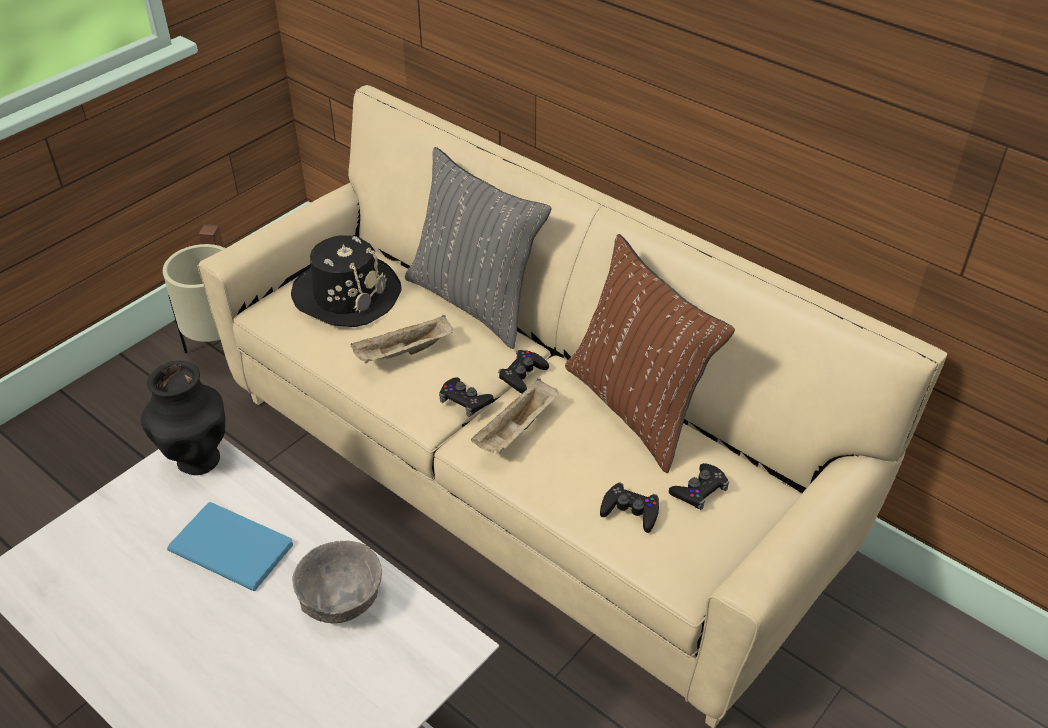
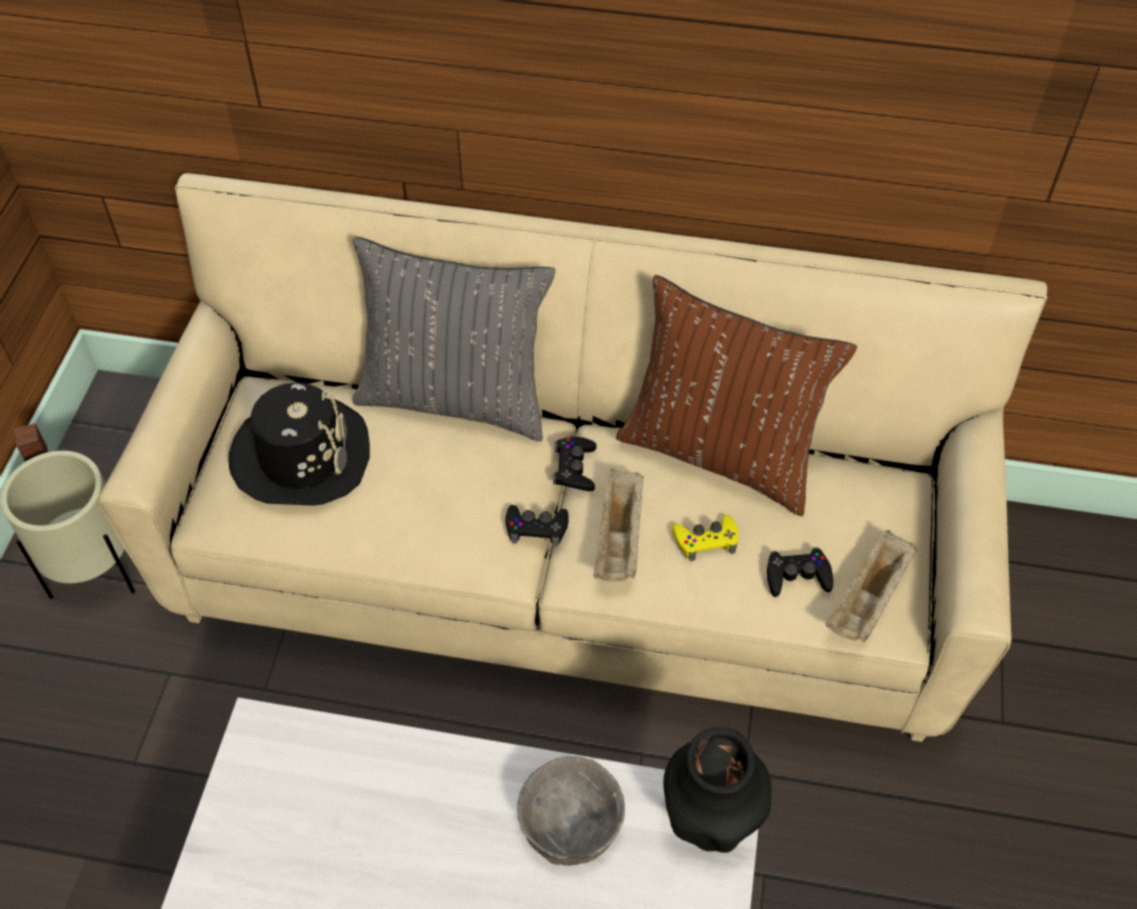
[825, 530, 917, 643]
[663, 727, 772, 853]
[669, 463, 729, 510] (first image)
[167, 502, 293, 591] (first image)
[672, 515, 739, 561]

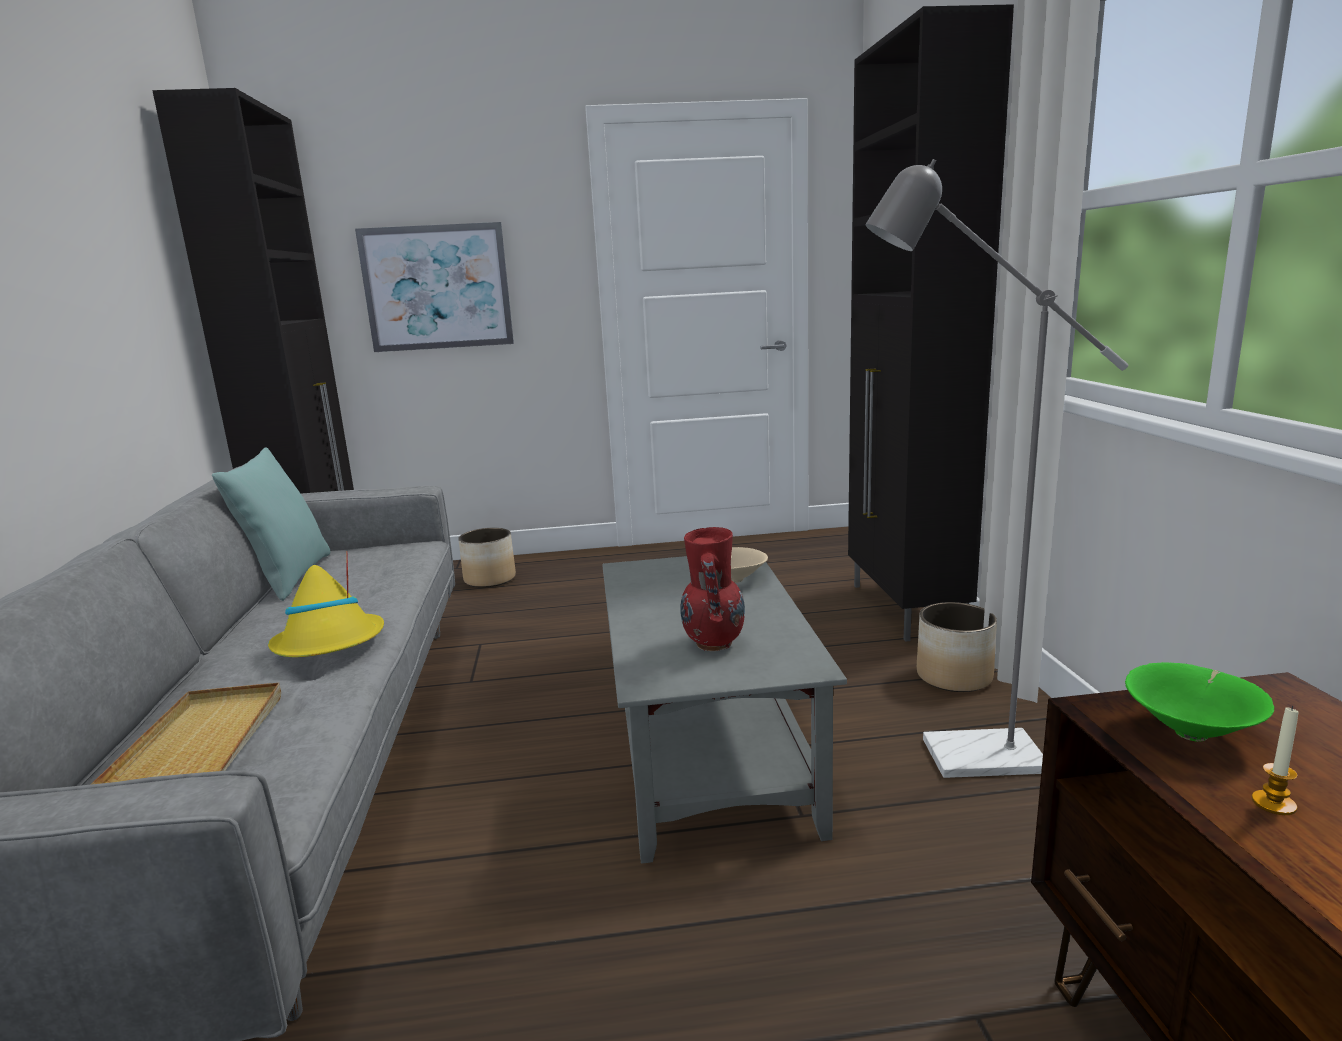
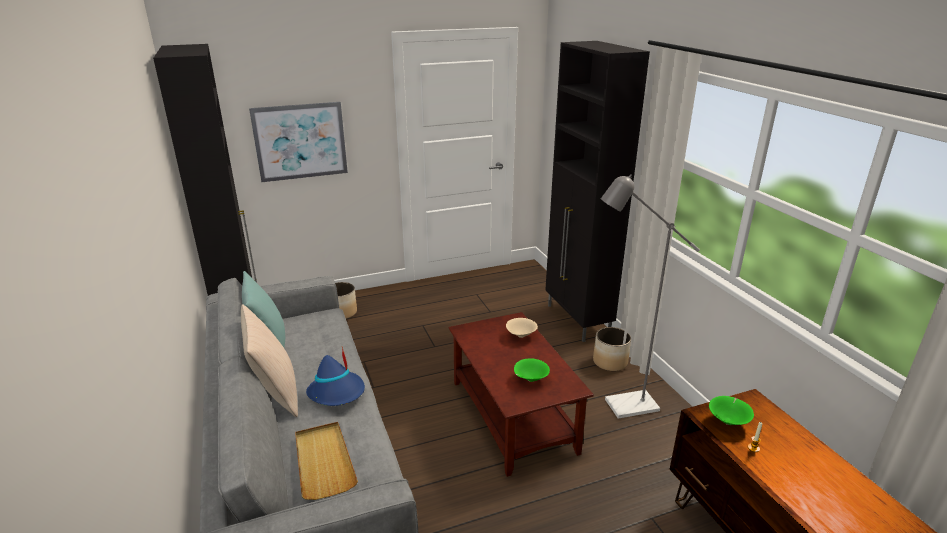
[514, 358, 550, 382]
[306, 347, 365, 406]
[449, 312, 594, 477]
[241, 304, 298, 417]

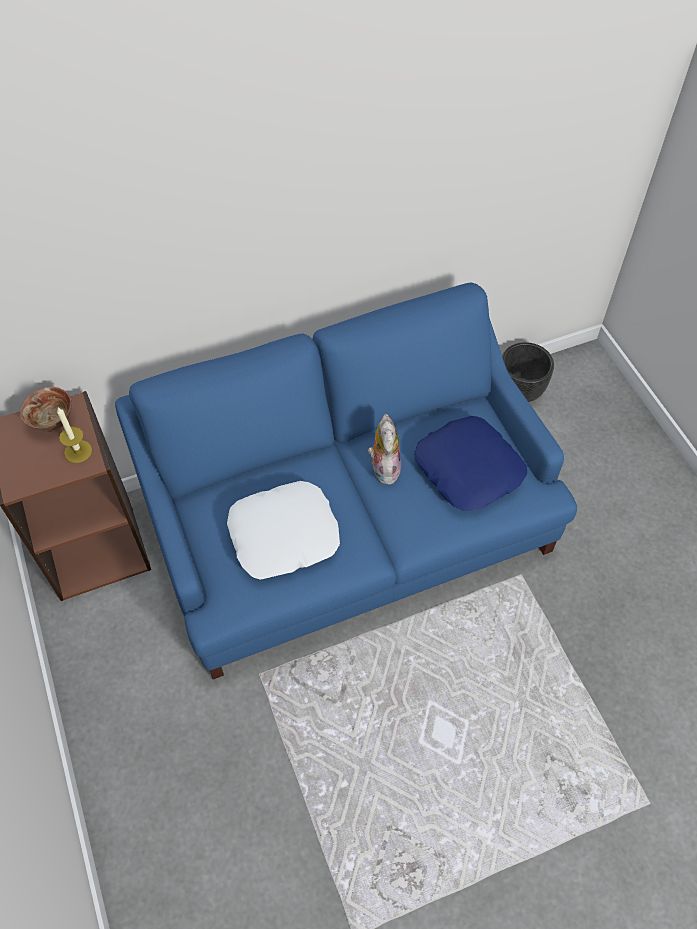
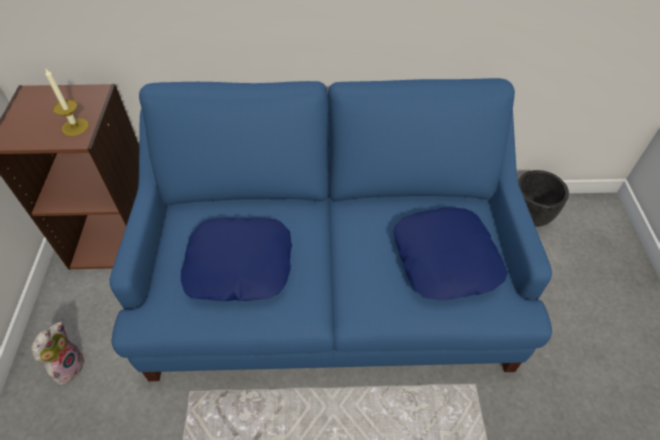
[20, 387, 72, 432] (first image)
[31, 322, 86, 386]
[181, 217, 292, 301]

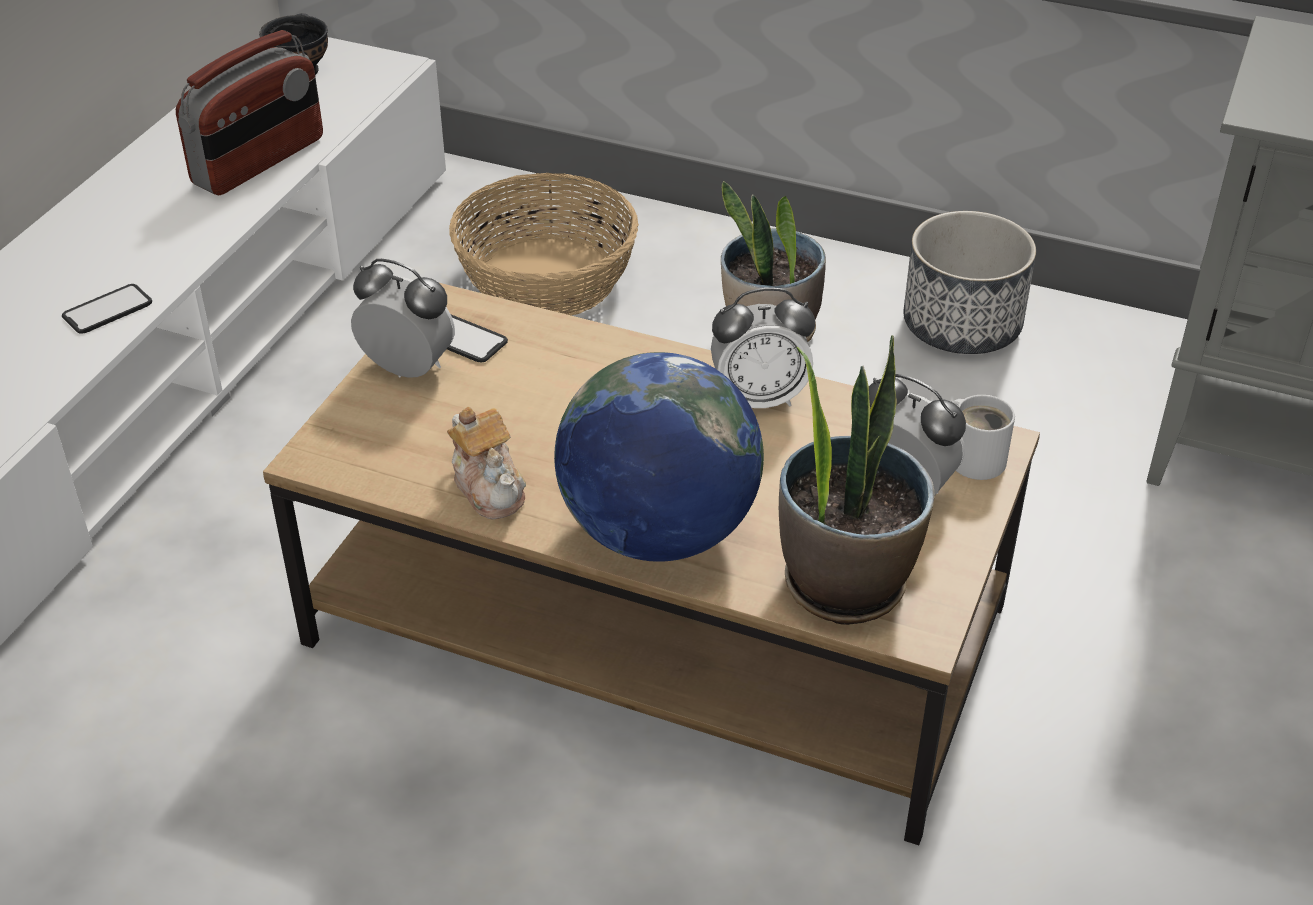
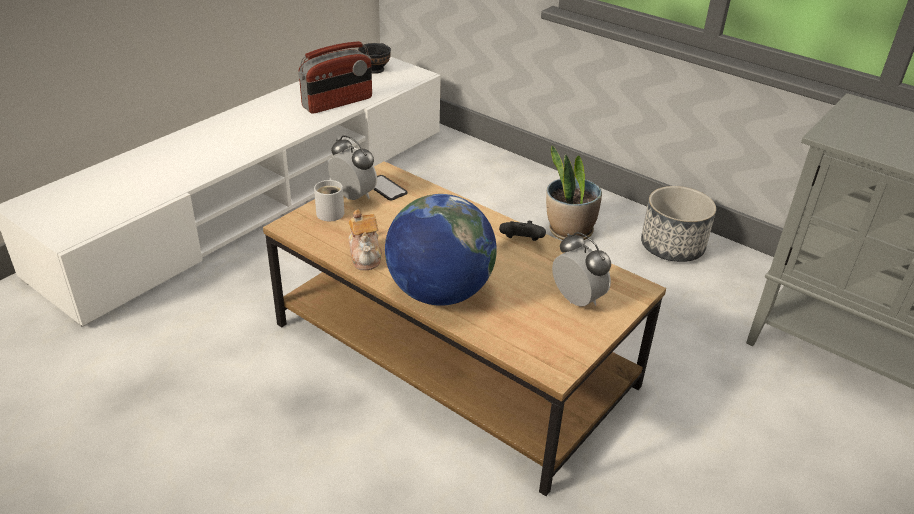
[449, 173, 639, 316] (first image)
[62, 284, 152, 334] (first image)
[499, 221, 546, 241]
[779, 335, 935, 625] (first image)
[314, 180, 344, 221]

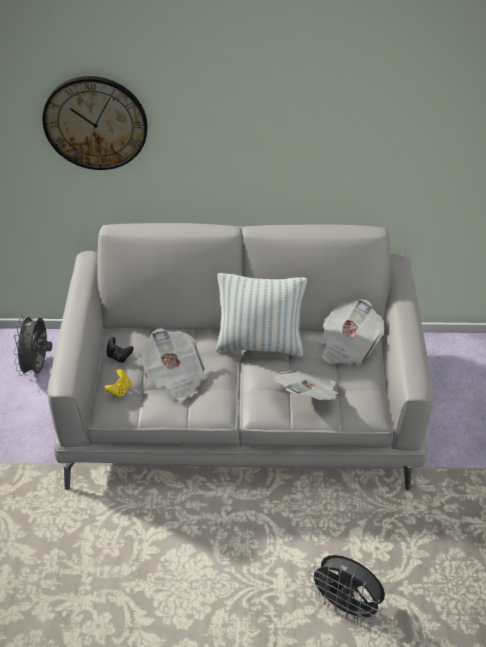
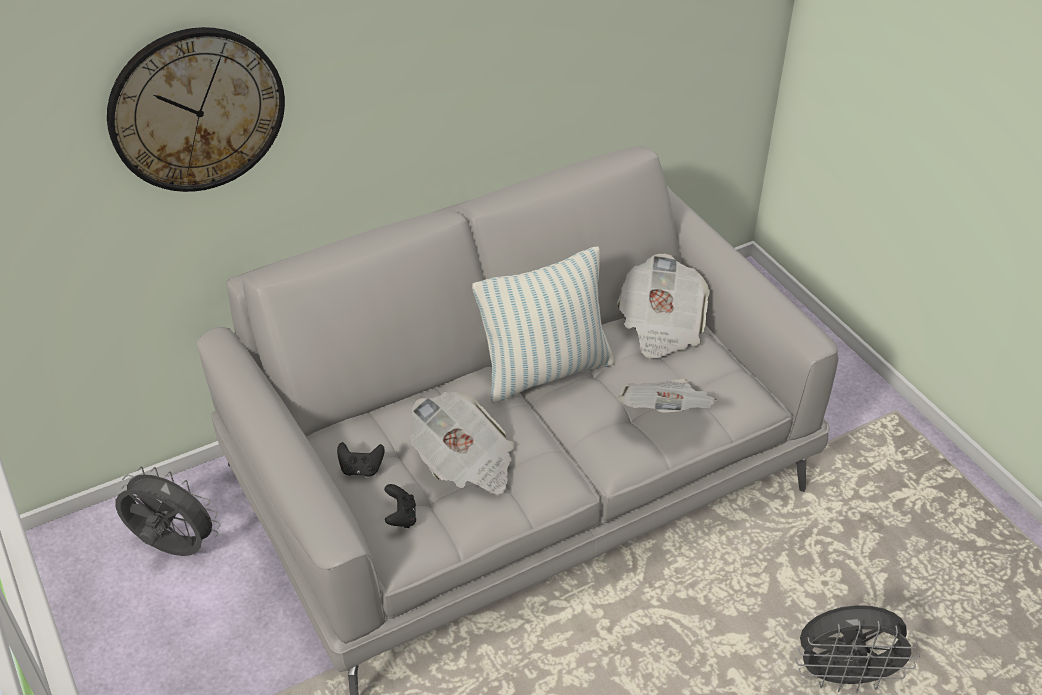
[115, 466, 221, 556]
[384, 484, 416, 528]

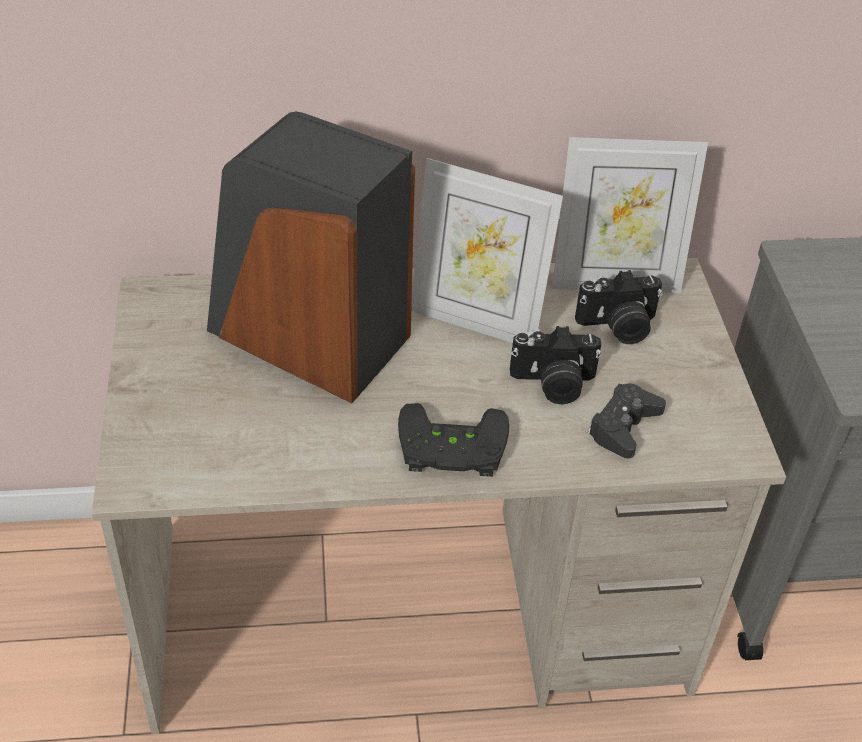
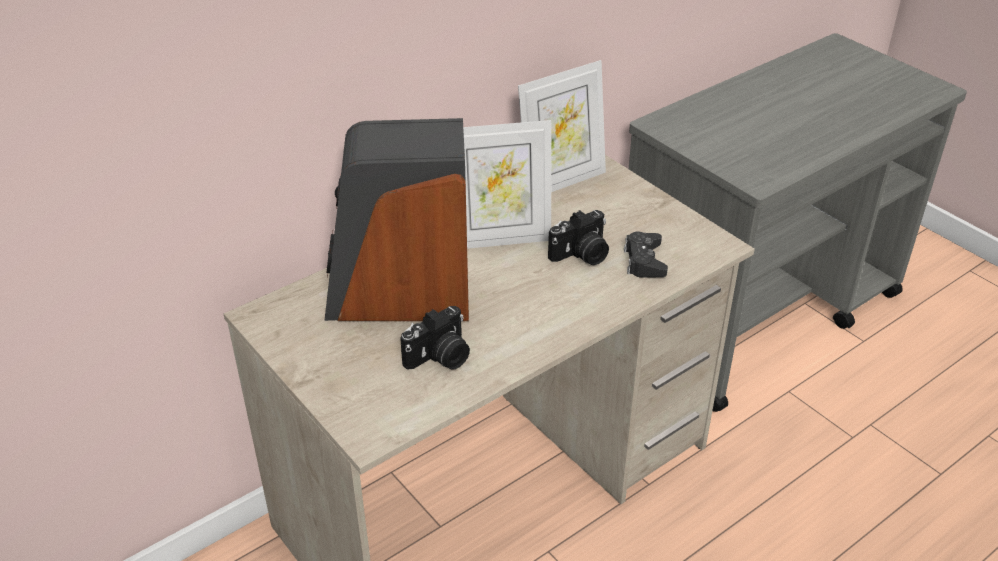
[400, 306, 470, 370]
[398, 403, 509, 477] (first image)

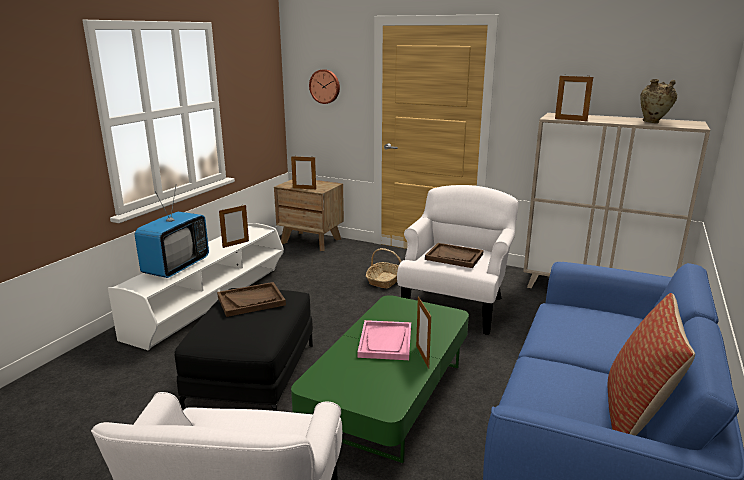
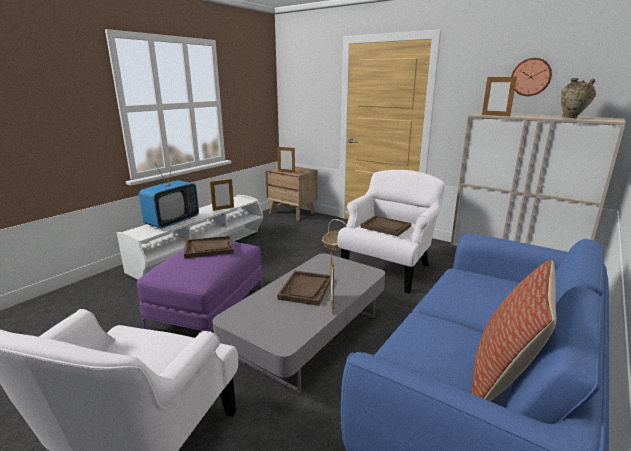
[511, 58, 552, 96]
[137, 242, 263, 332]
[213, 253, 385, 393]
[277, 271, 330, 306]

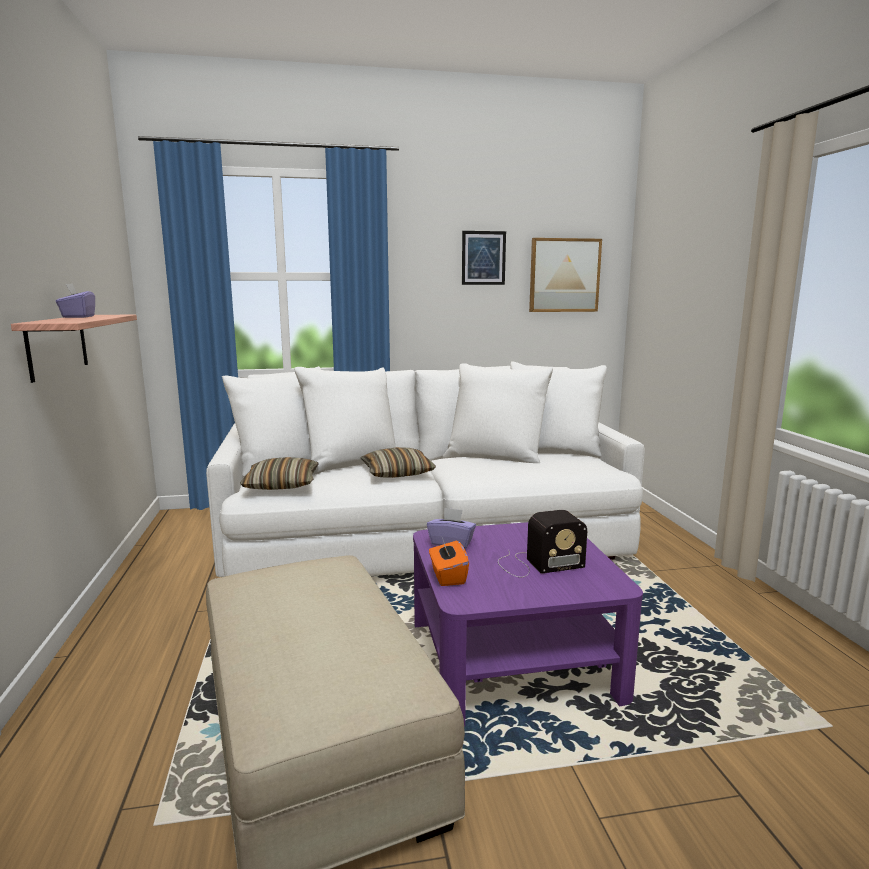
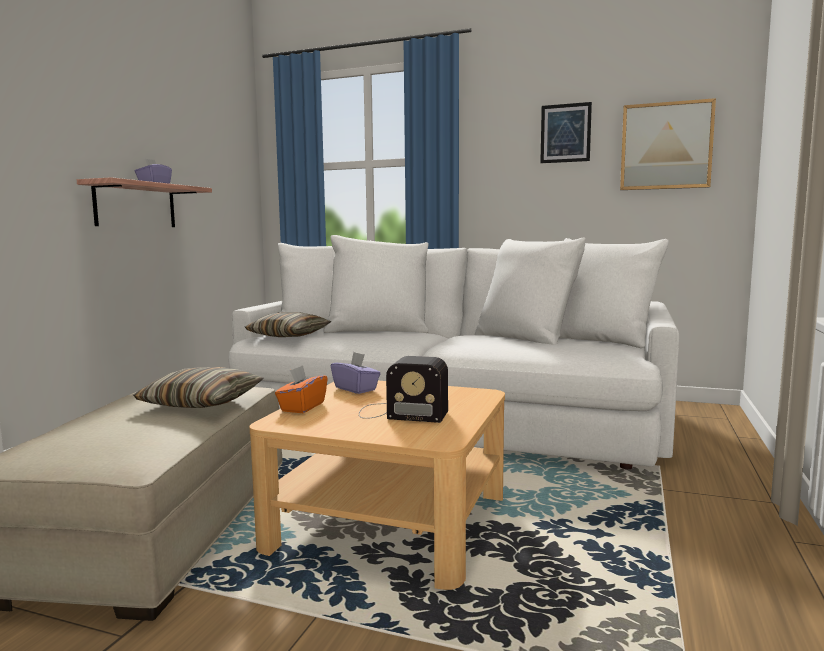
[132, 367, 264, 408]
[249, 381, 505, 590]

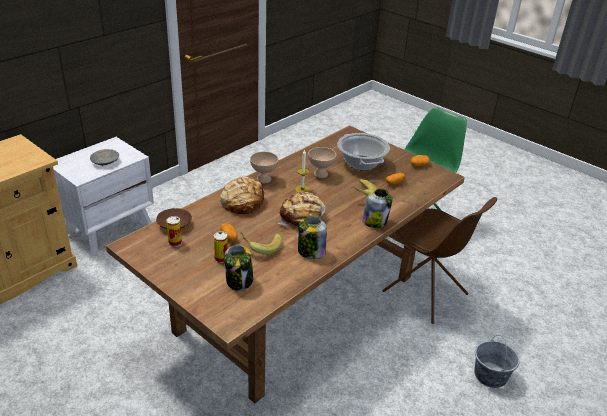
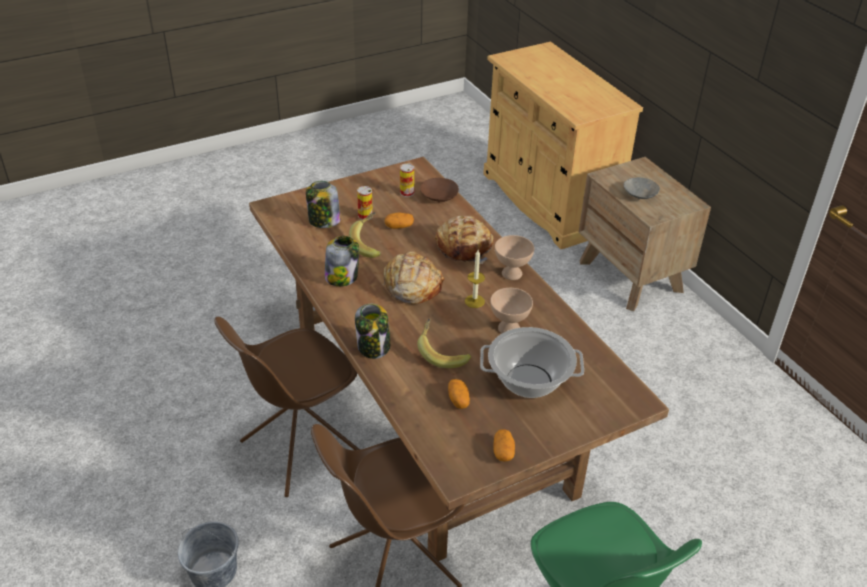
[579, 157, 711, 311]
[215, 317, 360, 497]

